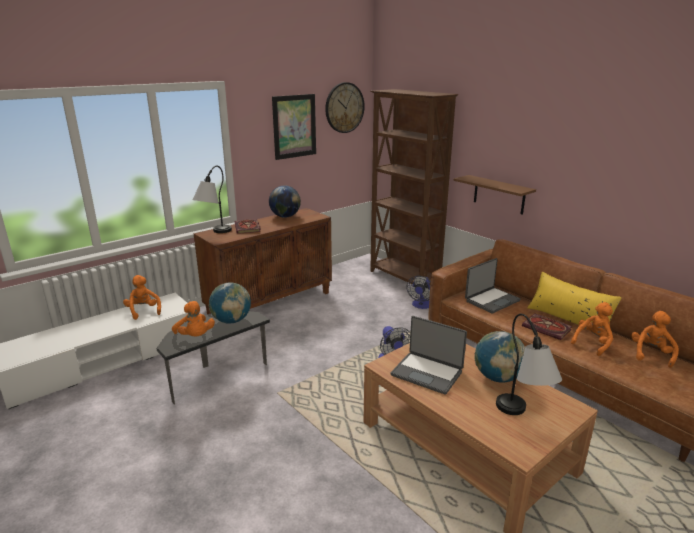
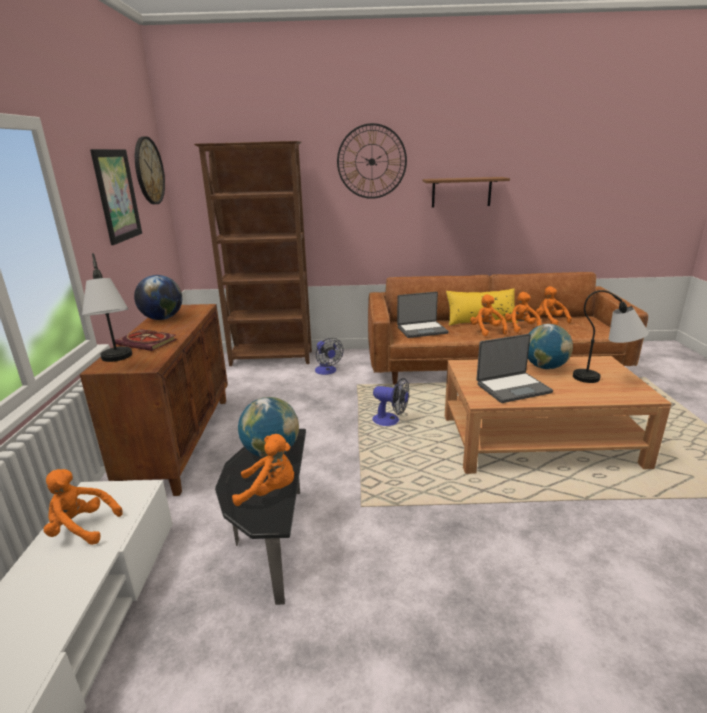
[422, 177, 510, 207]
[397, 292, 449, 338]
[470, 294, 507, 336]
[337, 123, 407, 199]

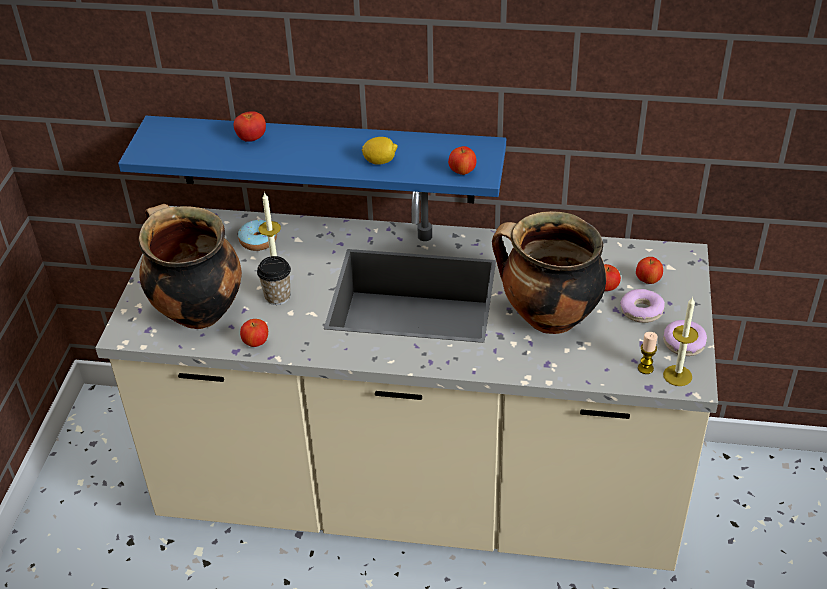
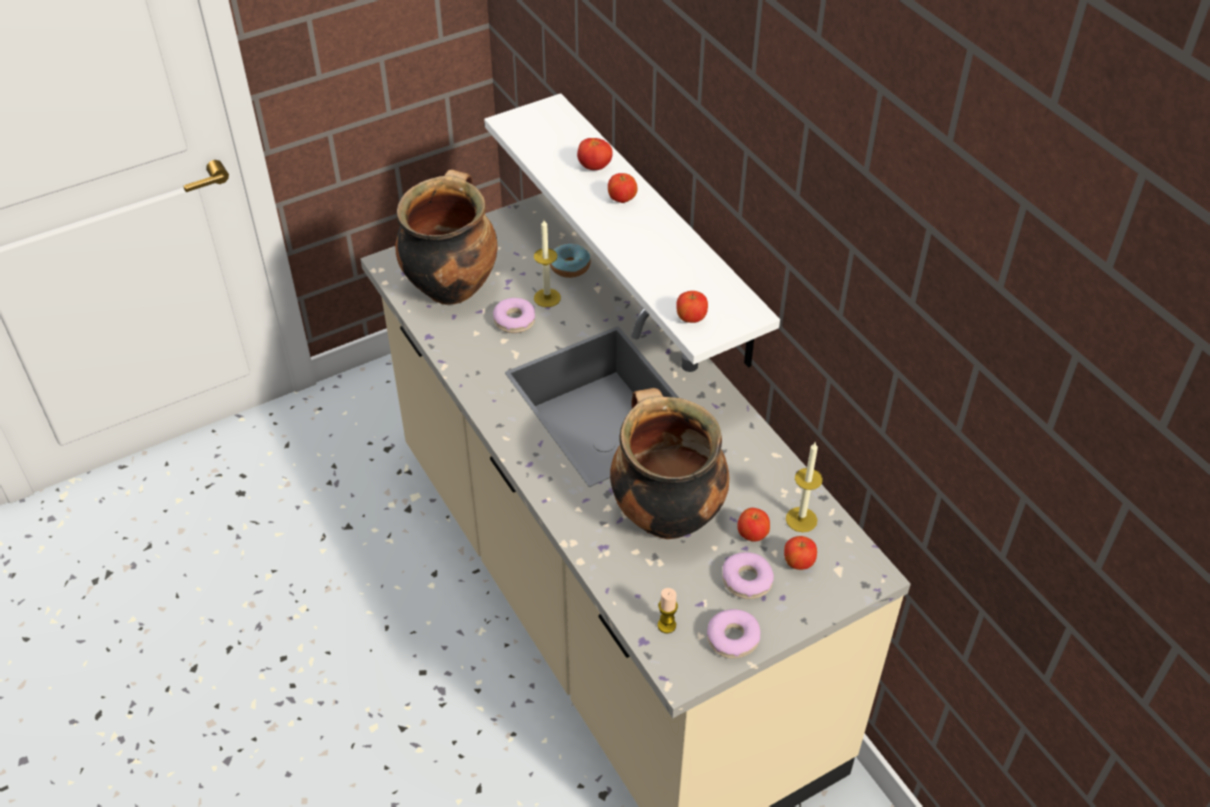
[484, 93, 780, 368]
[362, 137, 398, 165] (first image)
[493, 298, 535, 333]
[786, 441, 823, 532]
[608, 173, 638, 203]

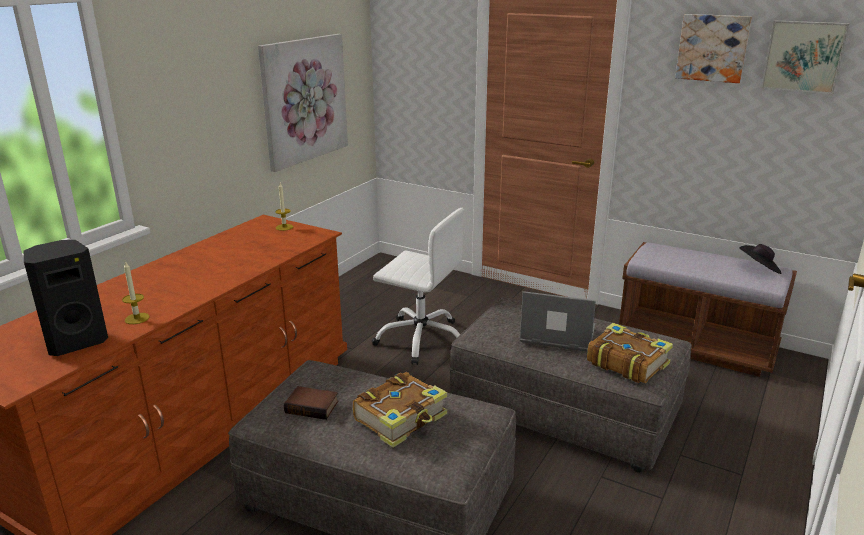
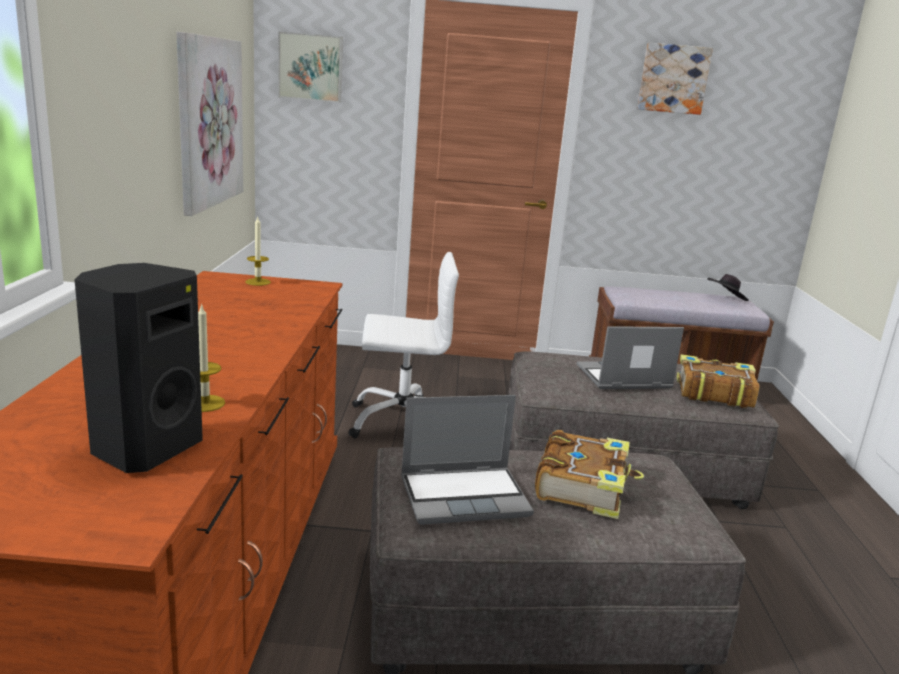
[278, 31, 343, 103]
[401, 395, 534, 525]

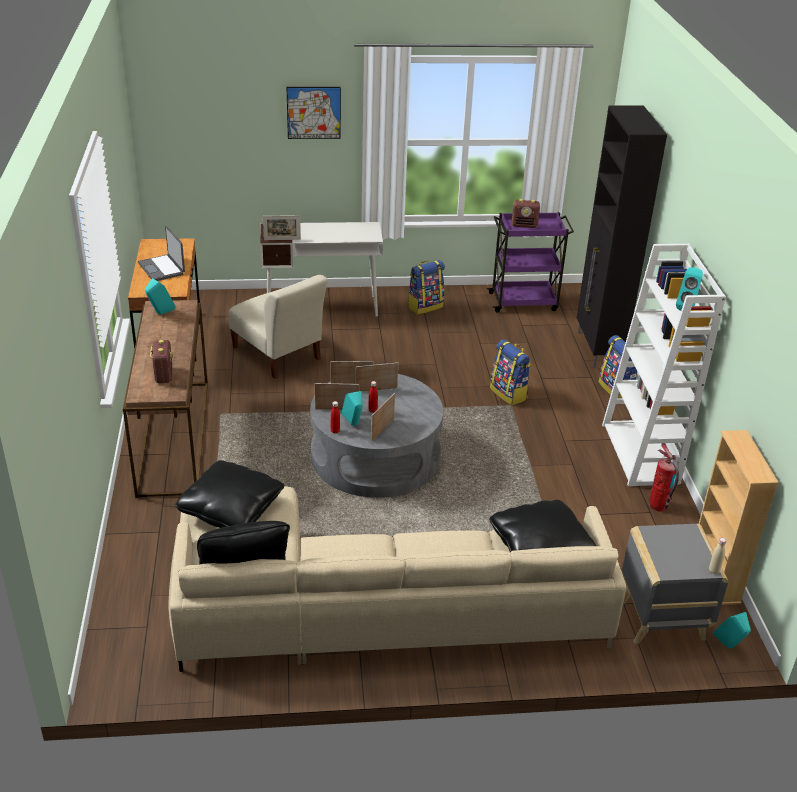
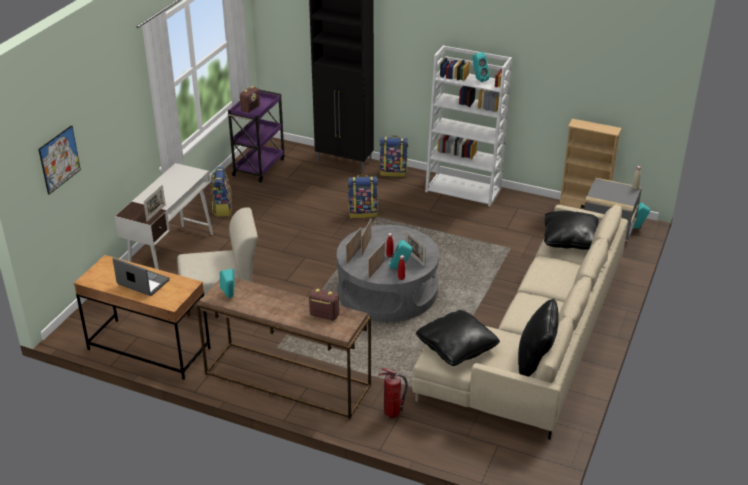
[38, 125, 81, 195]
[113, 258, 170, 296]
[378, 368, 408, 418]

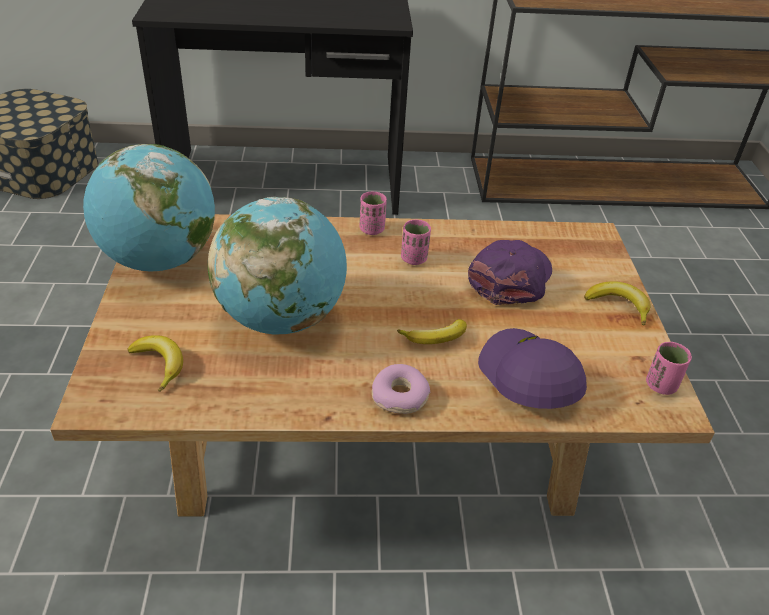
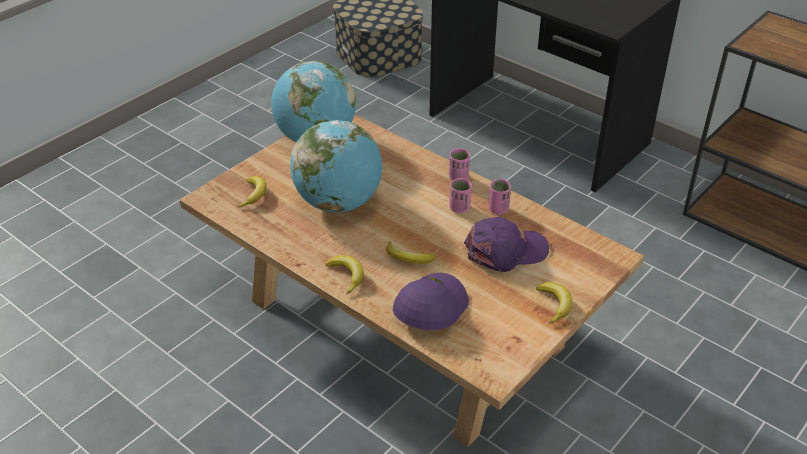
[489, 179, 511, 214]
[325, 255, 364, 294]

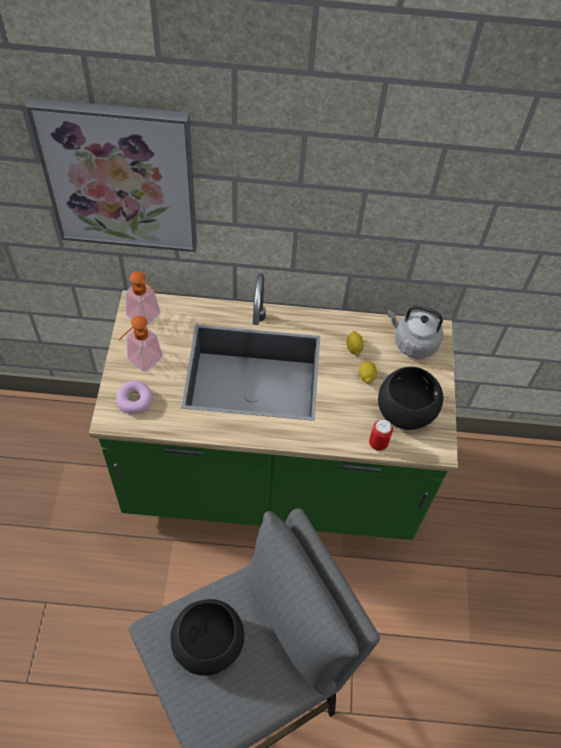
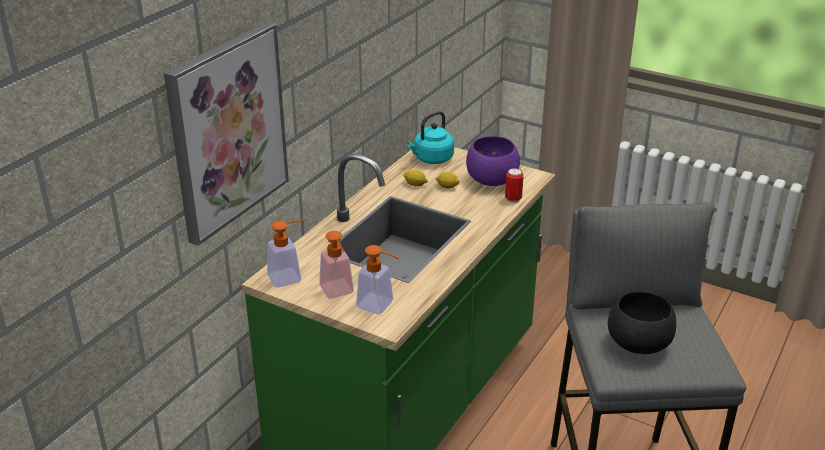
[407, 111, 454, 164]
[466, 136, 520, 186]
[356, 245, 399, 314]

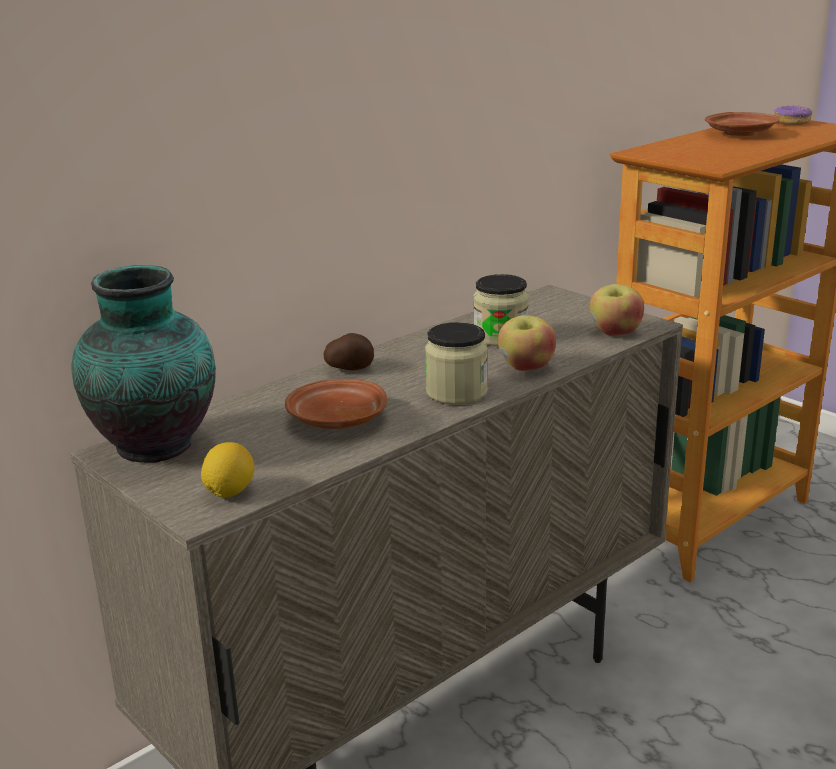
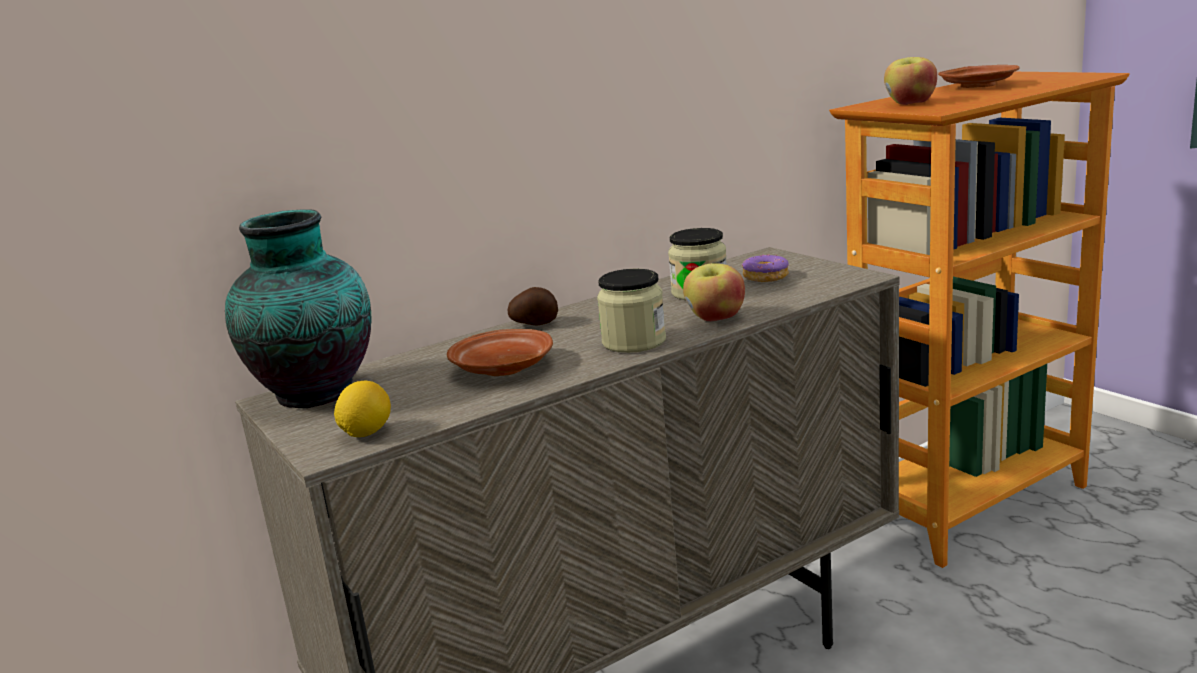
[742, 254, 789, 282]
[884, 57, 937, 105]

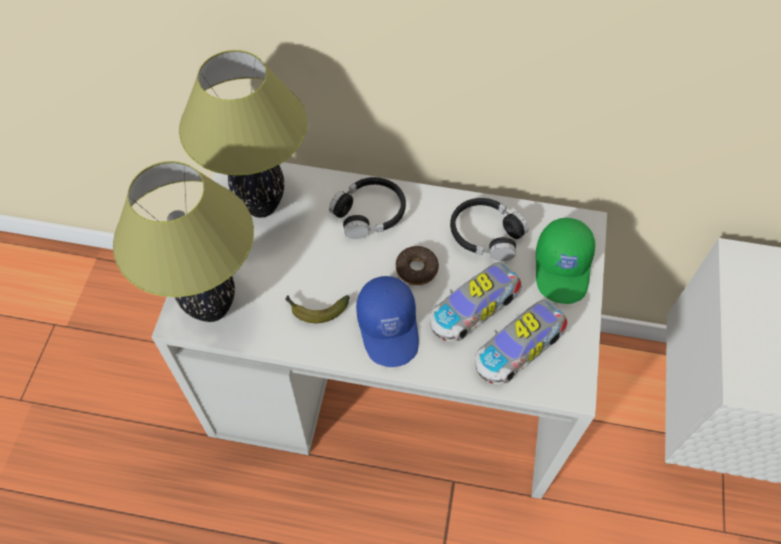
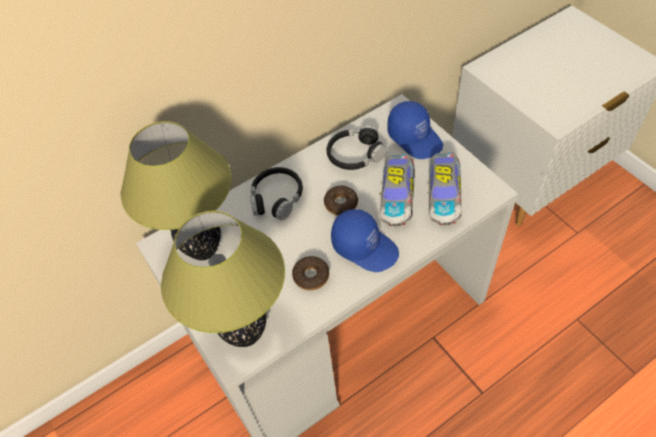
[387, 101, 443, 159]
[292, 256, 329, 290]

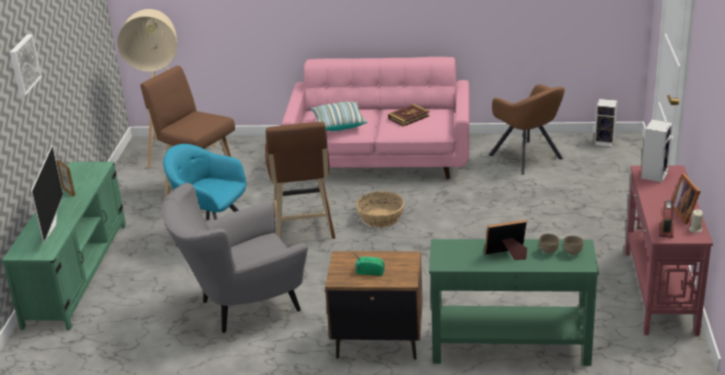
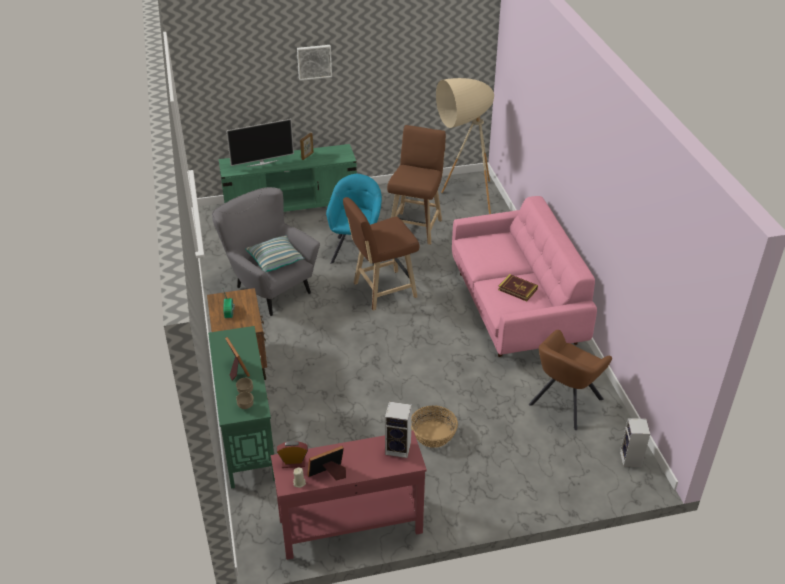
[245, 235, 304, 272]
[411, 406, 458, 448]

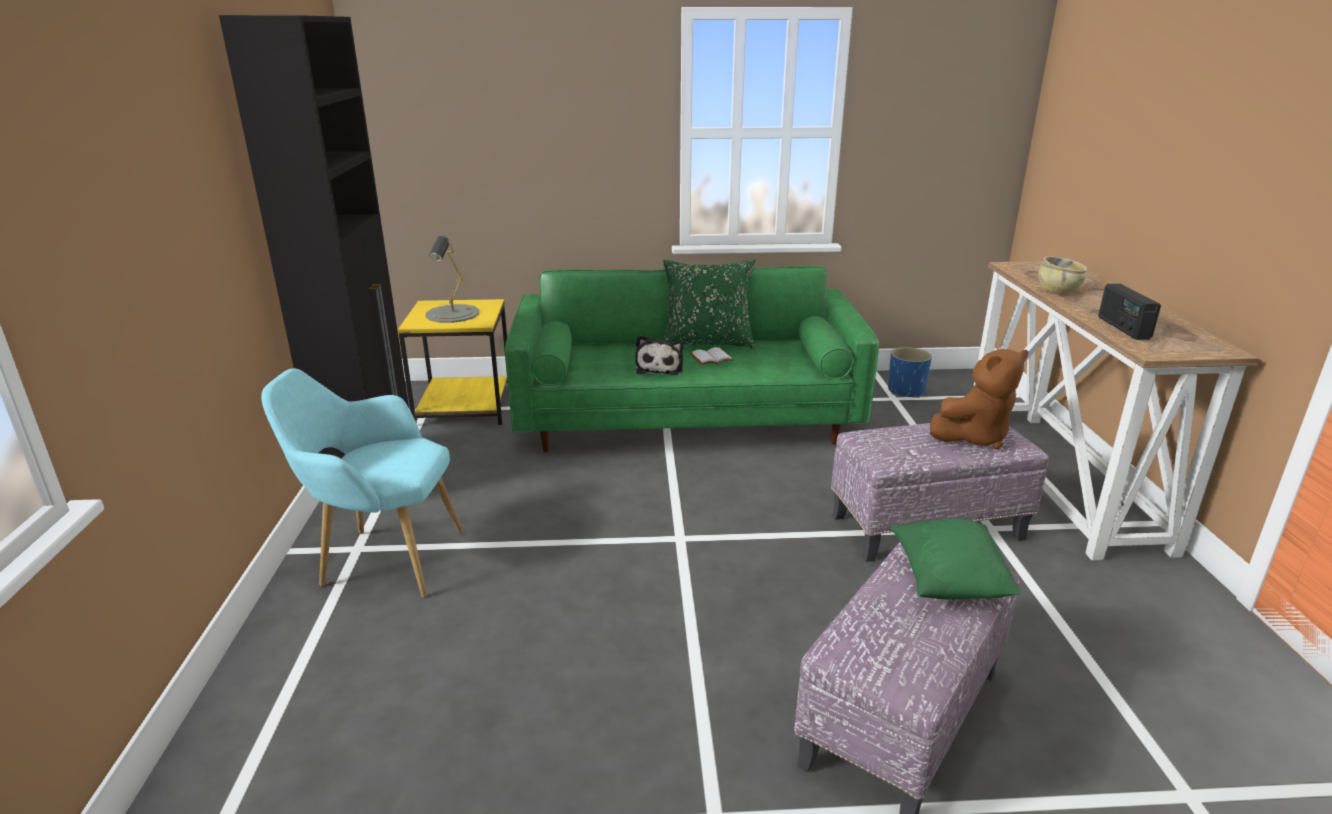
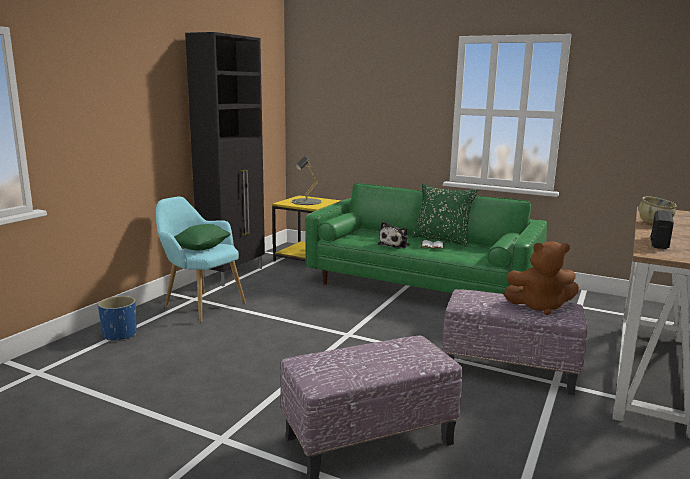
[98, 296, 137, 342]
[174, 224, 231, 251]

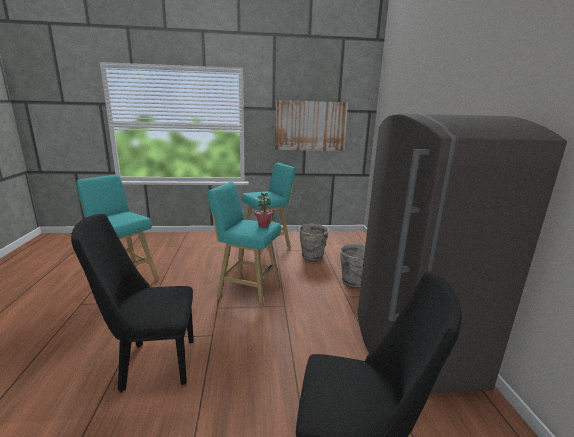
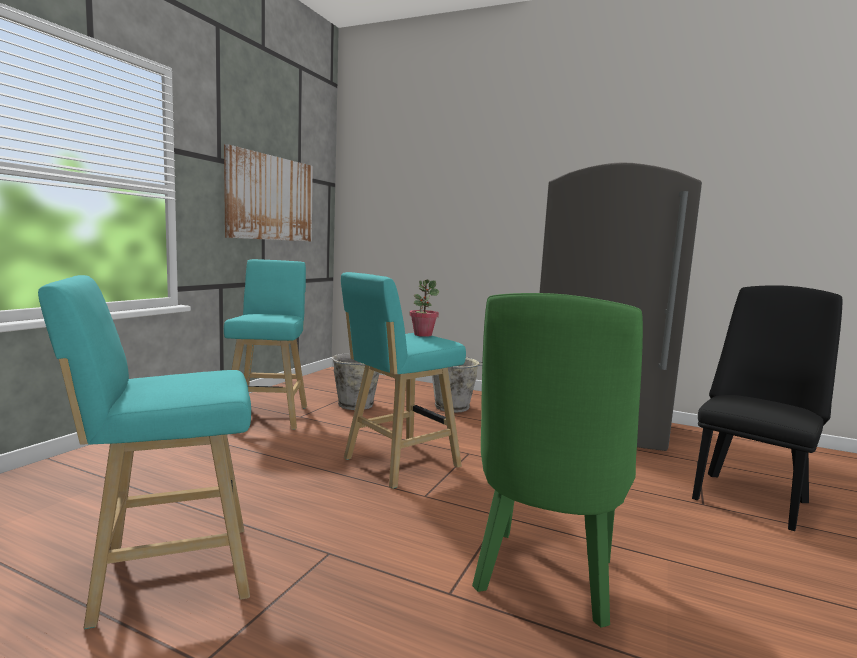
[472, 293, 643, 628]

